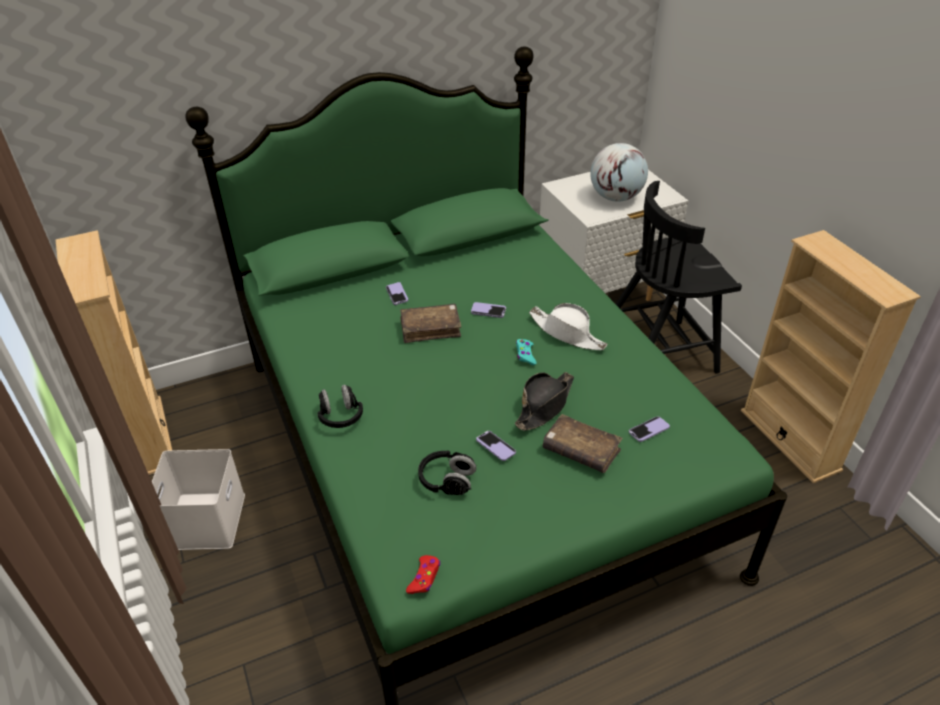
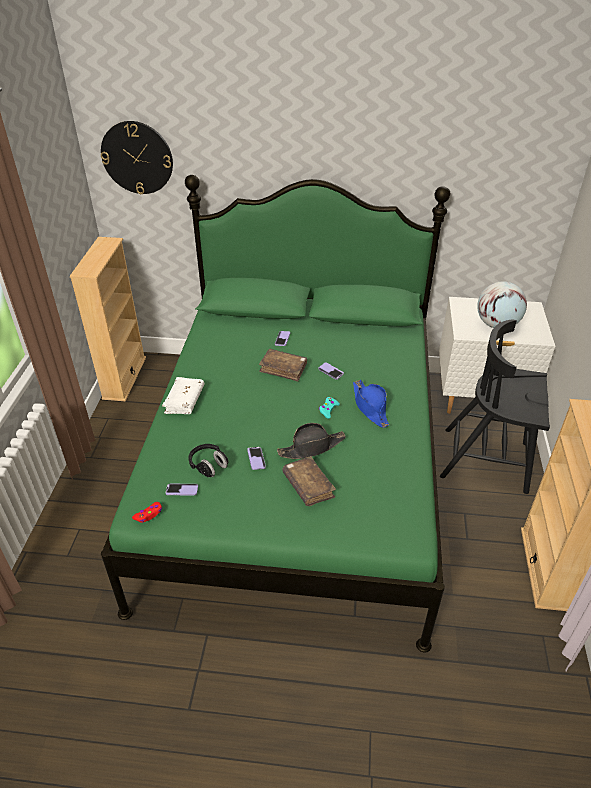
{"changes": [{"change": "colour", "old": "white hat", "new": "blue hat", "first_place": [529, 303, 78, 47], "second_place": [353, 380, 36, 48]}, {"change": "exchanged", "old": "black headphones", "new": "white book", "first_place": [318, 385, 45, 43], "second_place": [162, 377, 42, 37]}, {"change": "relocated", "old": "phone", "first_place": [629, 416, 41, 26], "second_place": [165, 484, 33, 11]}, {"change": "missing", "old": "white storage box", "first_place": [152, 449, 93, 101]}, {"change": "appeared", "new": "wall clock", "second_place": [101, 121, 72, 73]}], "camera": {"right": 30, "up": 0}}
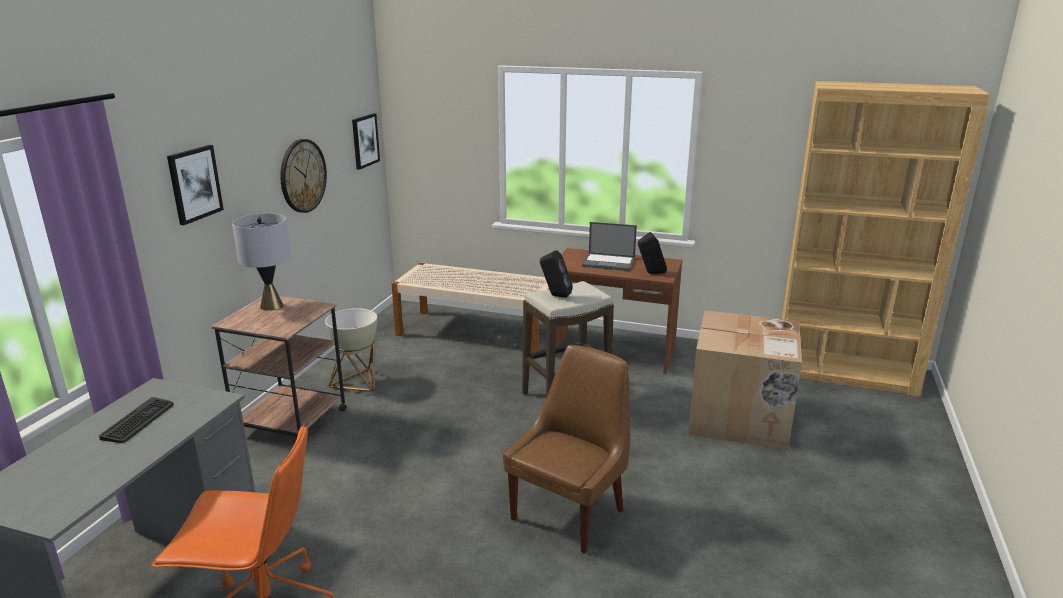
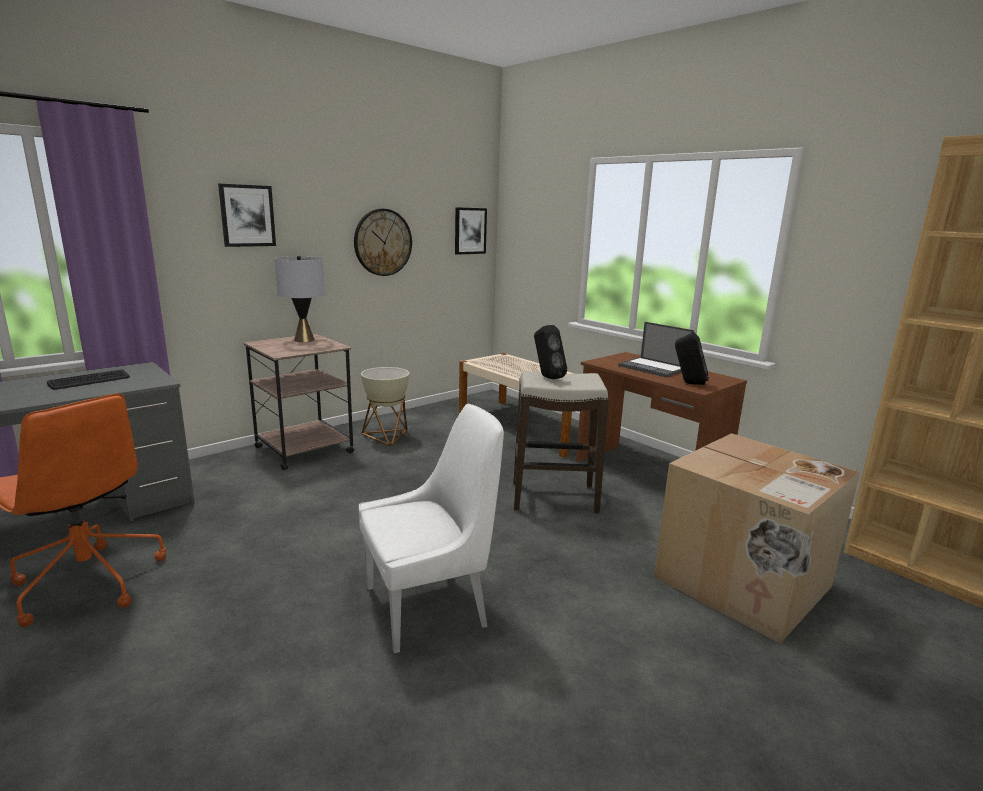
{"changes": [{"change": "colour", "old": "brown chair", "new": "white chair", "first_place": [503, 345, 127, 209], "second_place": [359, 404, 145, 249]}], "camera": {"right": 30, "up": -5}}
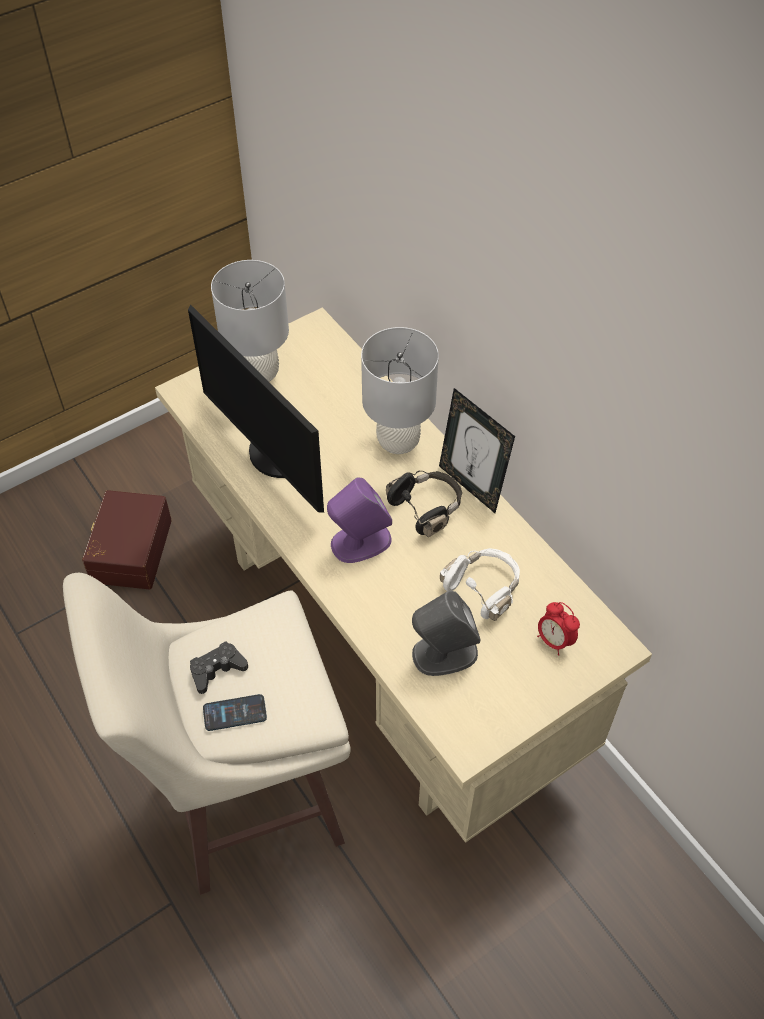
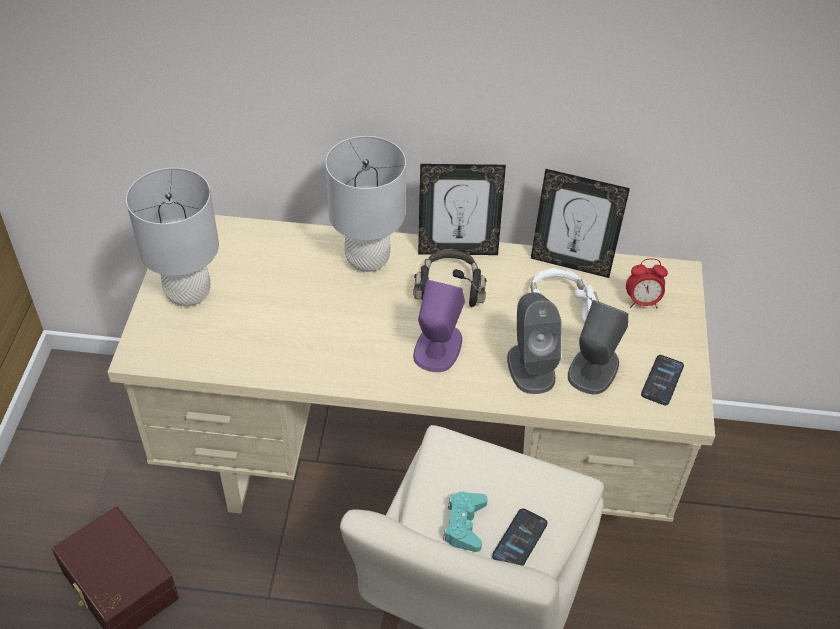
{"changes": [{"change": "missing", "old": "monitor", "first_place": [188, 304, 136, 209]}, {"change": "colour", "old": "black game controller", "new": "turquoise game controller", "first_place": [190, 641, 58, 53], "second_place": [443, 492, 45, 60]}, {"change": "appeared", "new": "picture frame", "second_place": [531, 169, 99, 109]}, {"change": "appeared", "new": "grey speaker", "second_place": [507, 292, 54, 102]}, {"change": "appeared", "new": "phone", "second_place": [641, 355, 43, 50]}], "camera": {"right": -50, "up": -5}}
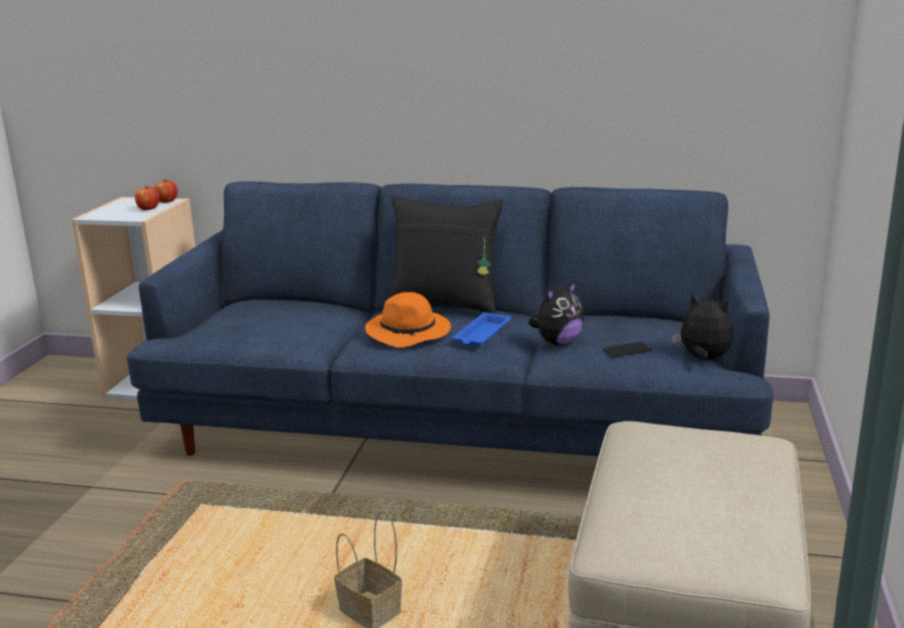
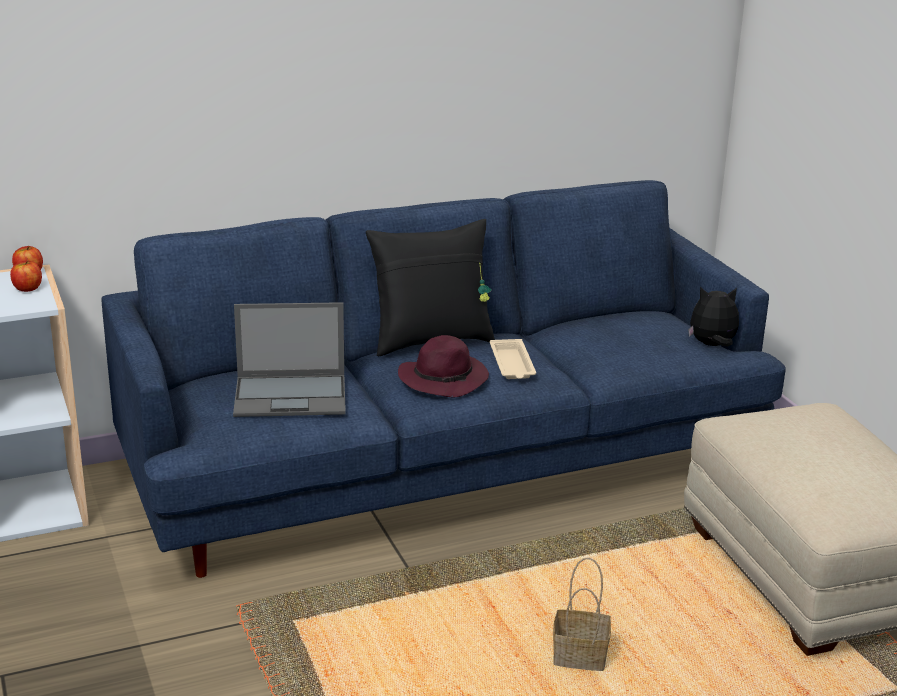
{"changes": [{"change": "missing", "old": "plush toy", "first_place": [528, 281, 56, 65]}, {"change": "colour", "old": "orange hat", "new": "purple hat", "first_place": [365, 292, 86, 56], "second_place": [398, 335, 91, 63]}, {"change": "colour", "old": "blue tray", "new": "beige tray", "first_place": [453, 312, 58, 35], "second_place": [490, 339, 46, 40]}, {"change": "missing", "old": "phone", "first_place": [604, 342, 48, 15]}, {"change": "appeared", "new": "laptop", "second_place": [233, 302, 113, 115]}], "camera": {"right": -35, "up": 5}}
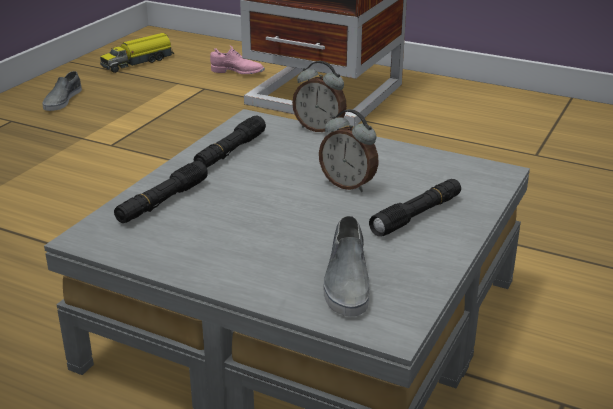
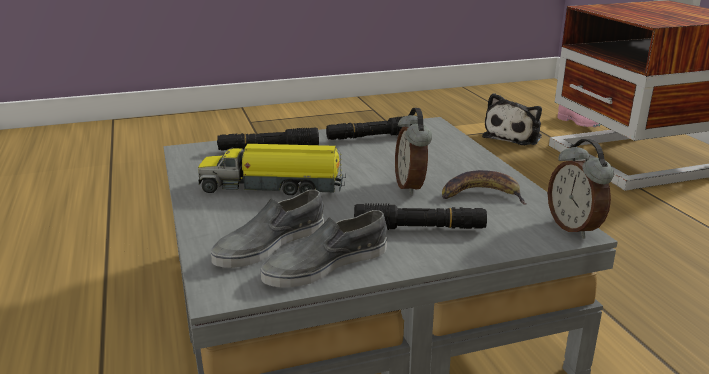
{"changes": [{"change": "relocated", "old": "toy truck", "first_place": [100, 33, 74, 40], "second_place": [198, 144, 146, 51]}, {"change": "relocated", "old": "alarm clock", "first_place": [292, 61, 55, 71], "second_place": [548, 139, 66, 100]}, {"change": "relocated", "old": "grey shoe", "first_place": [42, 71, 40, 40], "second_place": [261, 210, 126, 78]}, {"change": "appeared", "new": "plush toy", "second_place": [482, 93, 60, 52]}, {"change": "appeared", "new": "banana", "second_place": [442, 170, 84, 35]}], "camera": {"right": 45, "up": -5}}
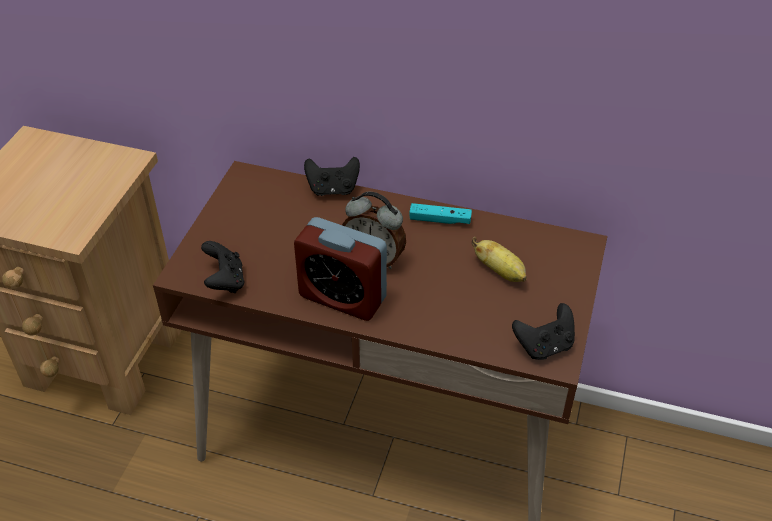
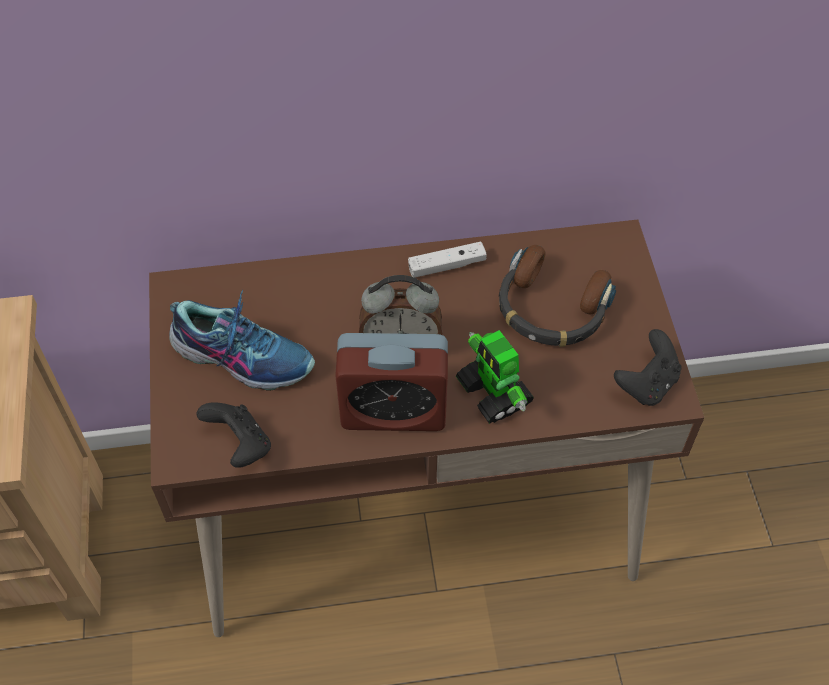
{"changes": [{"change": "missing", "old": "black game controller", "first_place": [304, 157, 56, 39]}, {"change": "colour", "old": "turquoise game controller", "new": "white game controller", "first_place": [409, 203, 63, 21], "second_place": [408, 241, 79, 37]}, {"change": "exchanged", "old": "banana", "new": "headphones", "first_place": [471, 237, 55, 45], "second_place": [499, 245, 117, 102]}, {"change": "appeared", "new": "shoe", "second_place": [169, 290, 146, 101]}, {"change": "appeared", "new": "toy robot", "second_place": [456, 330, 78, 94]}], "camera": {"right": -25, "up": 10}}
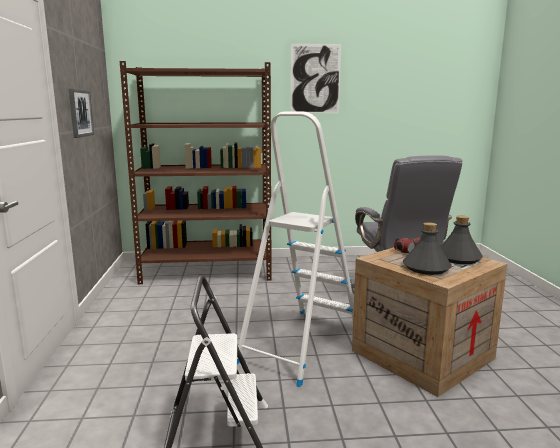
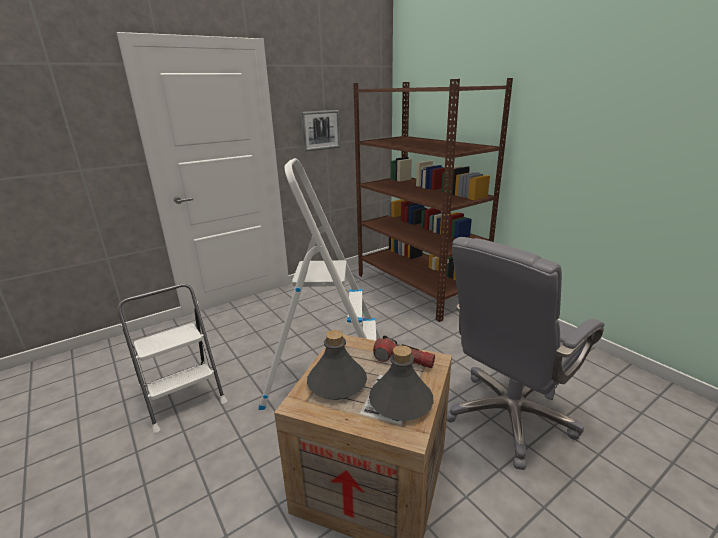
{"changes": [{"change": "missing", "old": "picture", "first_place": [291, 44, 50, 69]}], "camera": {"right": 60, "up": 10}}
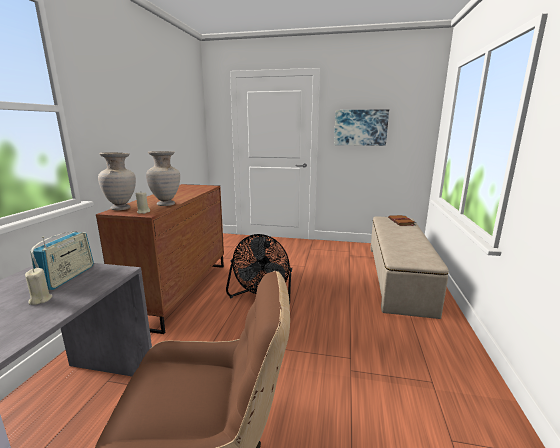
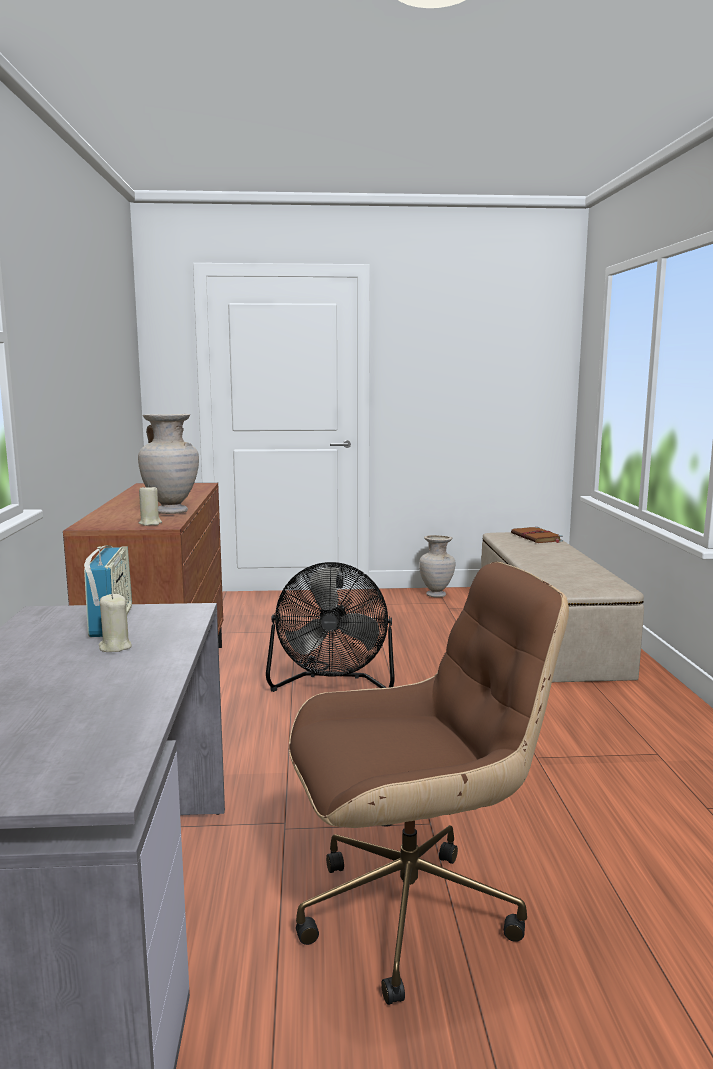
{"changes": [{"change": "missing", "old": "picture", "first_place": [334, 109, 55, 37]}, {"change": "relocated", "old": "beige vase", "first_place": [98, 152, 38, 58], "second_place": [419, 535, 36, 62]}], "camera": {"right": -15, "up": -5}}
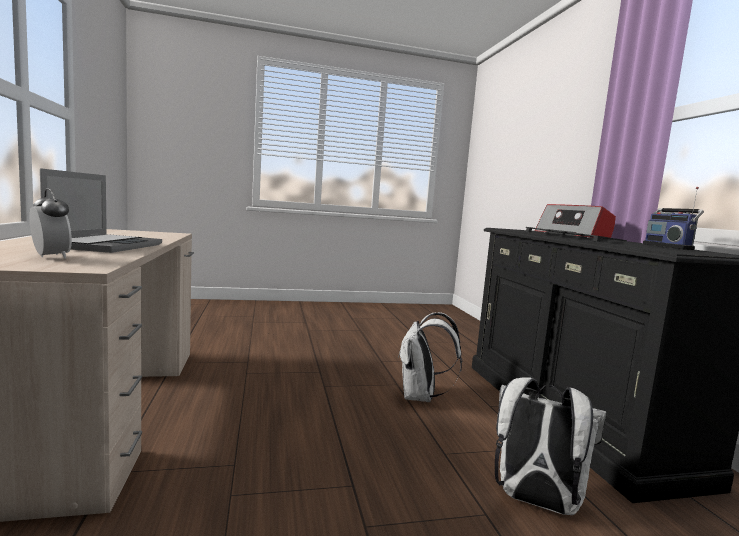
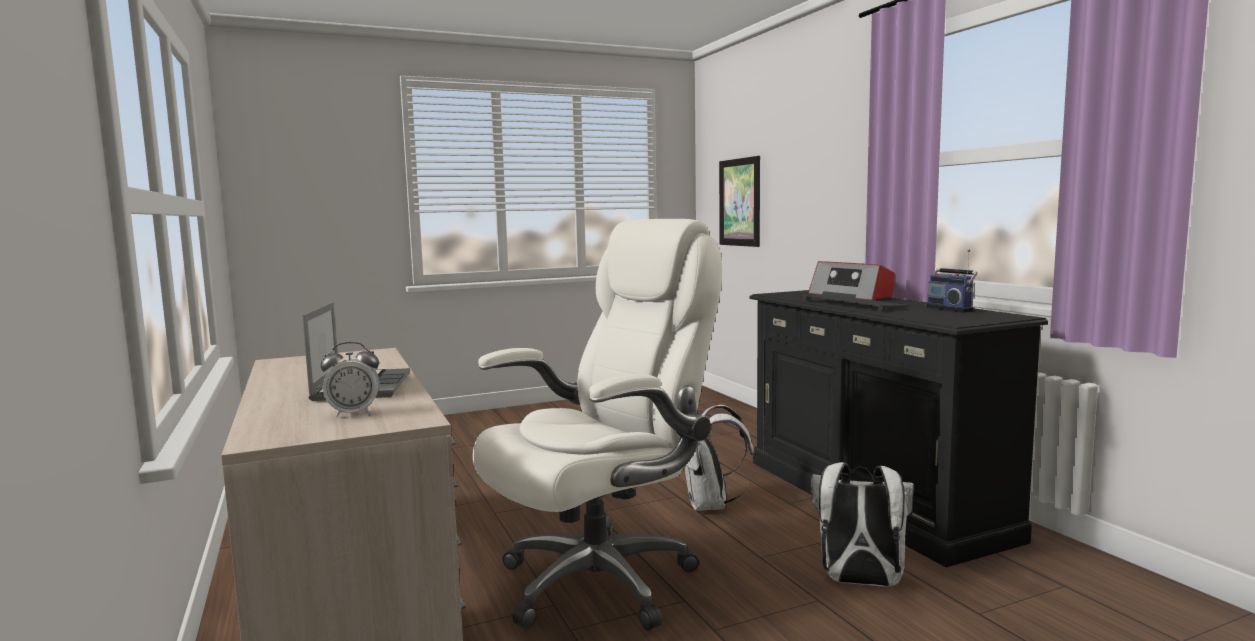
{"changes": [{"change": "spun", "old": "alarm clock", "first_place": [29, 188, 43, 71], "second_place": [321, 342, 59, 75], "degrees": 135}, {"change": "appeared", "new": "picture", "second_place": [719, 156, 41, 91]}, {"change": "appeared", "new": "white office chair", "second_place": [473, 219, 249, 412]}], "camera": {"right": -10, "up": 0}}
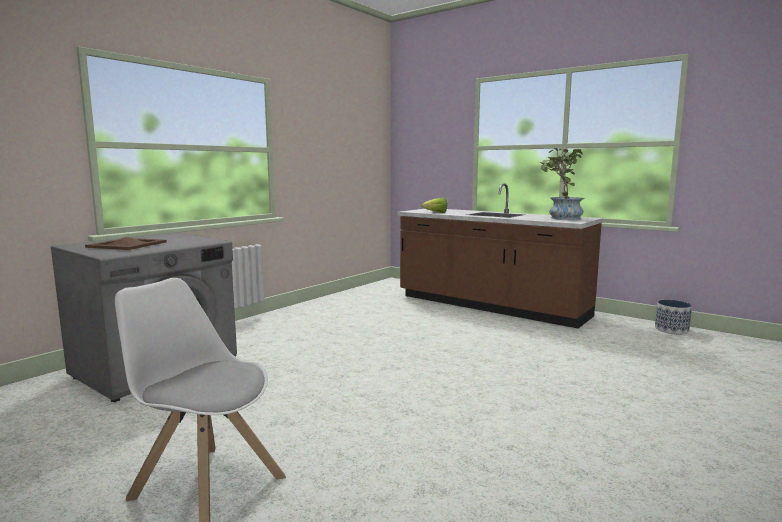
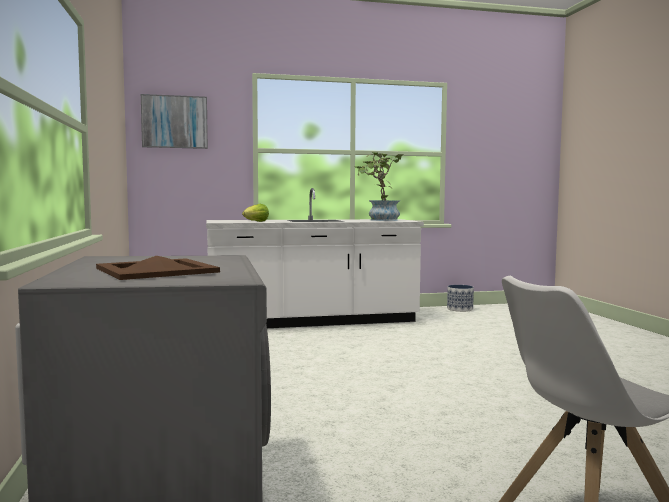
{"changes": [{"change": "colour", "old": "brown counter", "new": "white counter", "first_place": [397, 183, 206, 145], "second_place": [206, 188, 218, 140]}, {"change": "appeared", "new": "picture", "second_place": [141, 94, 67, 55]}], "camera": {"right": -50, "up": -5}}
